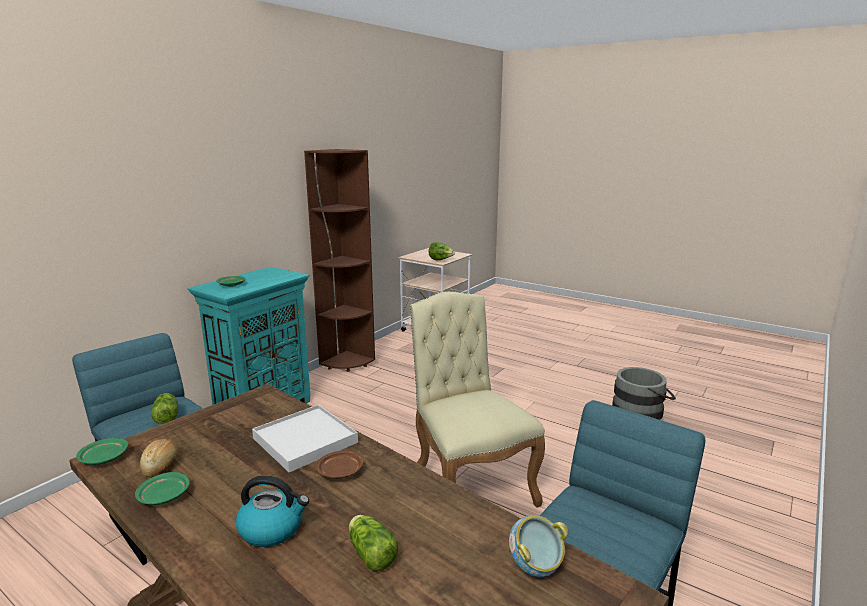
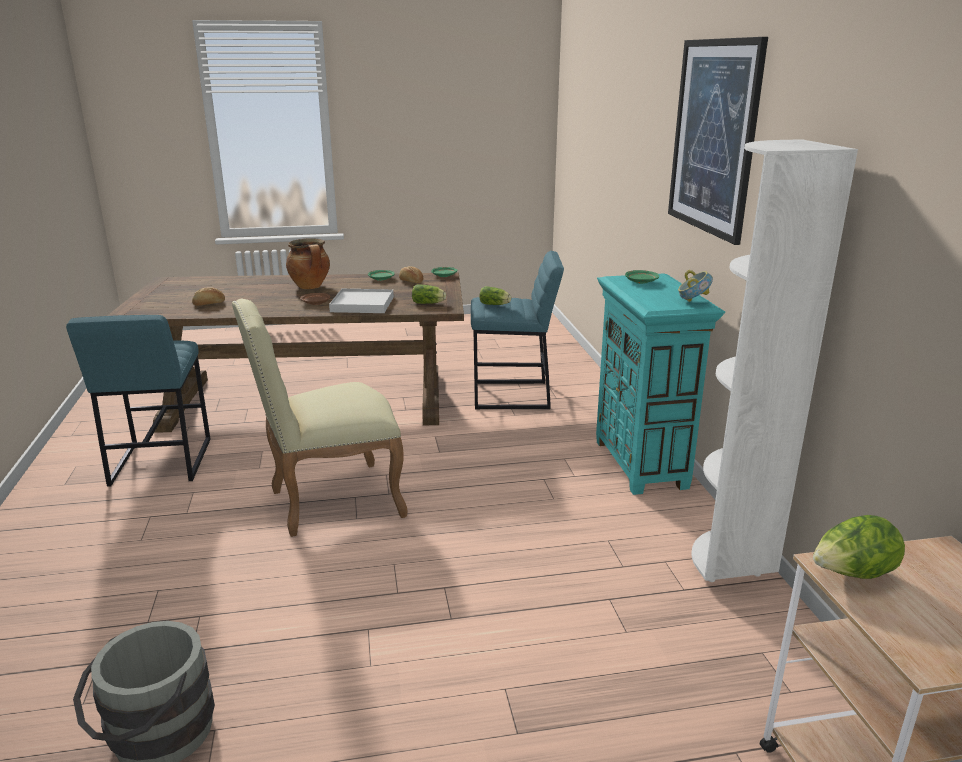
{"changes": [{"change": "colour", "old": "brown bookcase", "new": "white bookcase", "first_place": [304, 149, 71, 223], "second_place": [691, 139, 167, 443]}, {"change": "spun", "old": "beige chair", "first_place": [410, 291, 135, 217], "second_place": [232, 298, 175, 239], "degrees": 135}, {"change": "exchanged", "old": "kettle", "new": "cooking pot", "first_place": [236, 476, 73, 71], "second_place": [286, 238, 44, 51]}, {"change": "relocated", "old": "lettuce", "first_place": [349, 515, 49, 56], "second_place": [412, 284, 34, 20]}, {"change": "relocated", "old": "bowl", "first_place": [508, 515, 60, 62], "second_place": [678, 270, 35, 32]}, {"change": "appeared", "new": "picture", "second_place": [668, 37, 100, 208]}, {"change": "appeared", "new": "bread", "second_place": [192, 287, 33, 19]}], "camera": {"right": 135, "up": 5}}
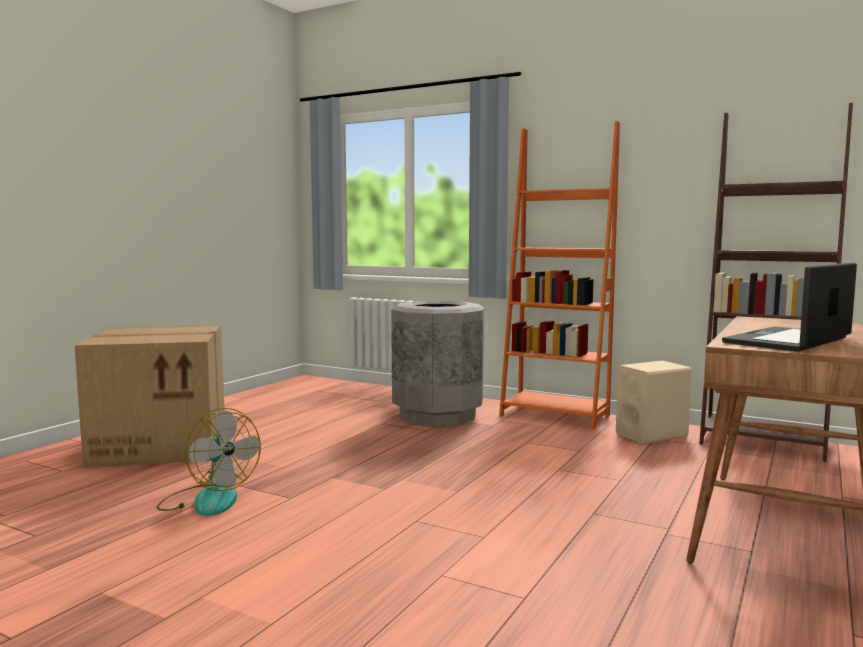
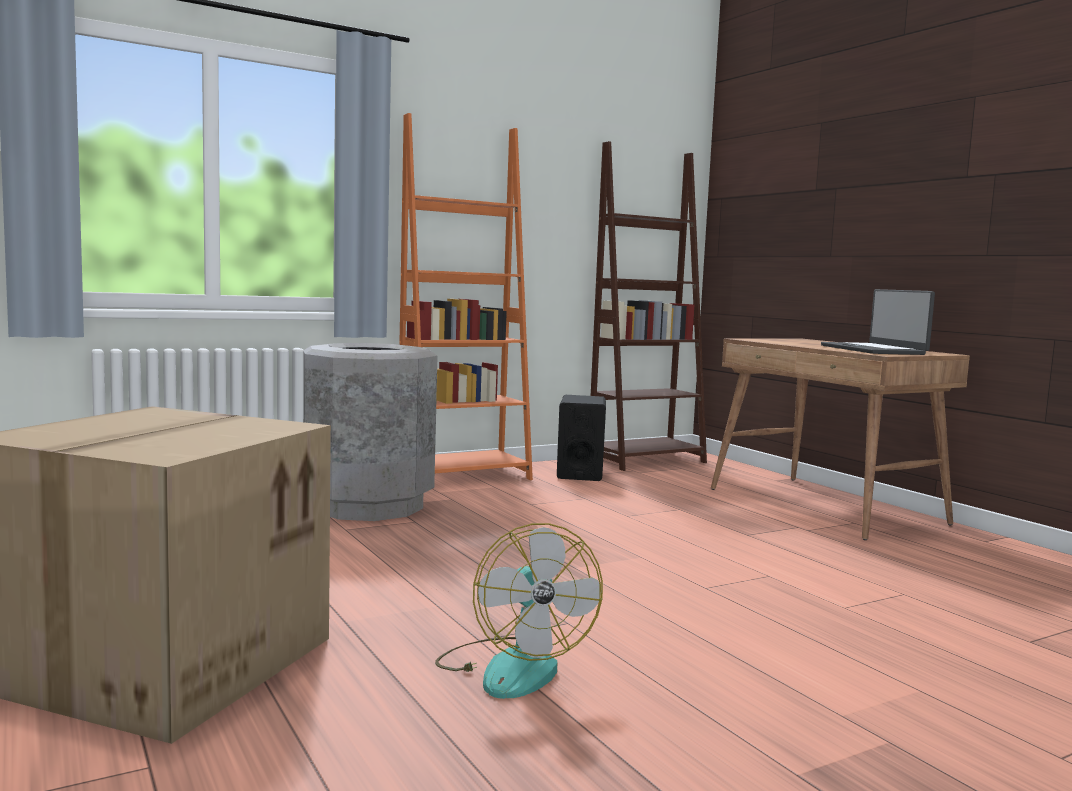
{"changes": [{"change": "colour", "old": "beige speaker", "new": "black speaker", "first_place": [616, 361, 76, 83], "second_place": [557, 395, 49, 86]}, {"change": "spun", "old": "fan", "first_place": [157, 408, 104, 108], "second_place": [435, 523, 168, 176], "degrees": 90}], "camera": {"right": -60, "up": 0}}
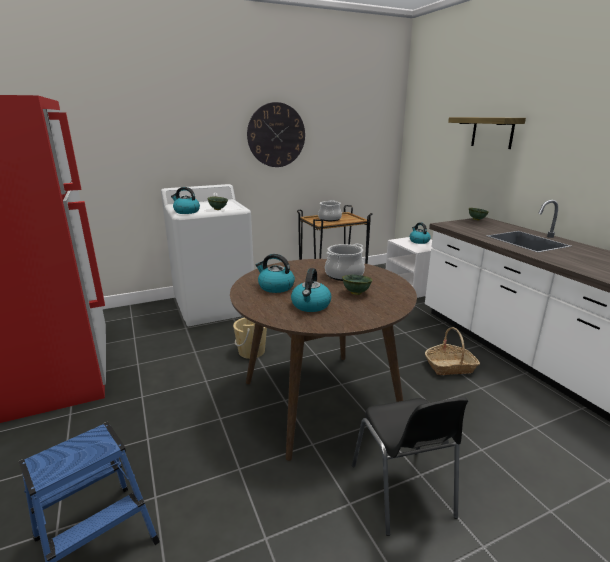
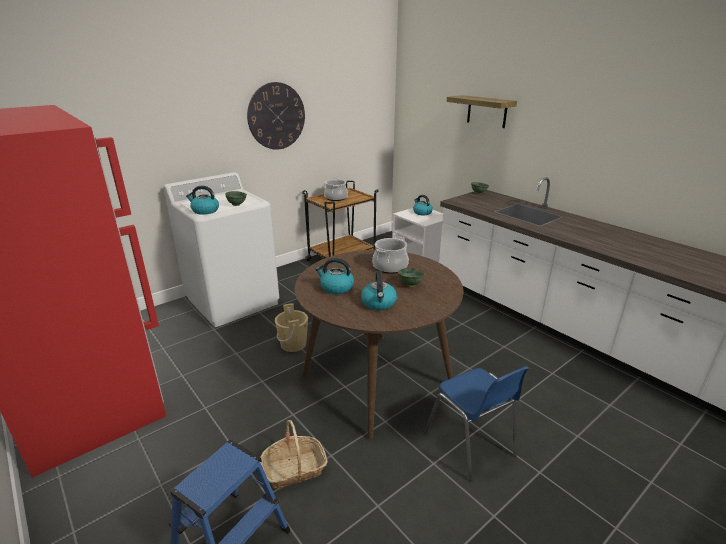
{"changes": [{"change": "relocated", "old": "basket", "first_place": [425, 327, 55, 48], "second_place": [260, 420, 68, 69]}, {"change": "colour", "old": "black chair", "new": "blue chair", "first_place": [352, 397, 116, 139], "second_place": [424, 366, 105, 115]}], "camera": {"right": -15, "up": 5}}
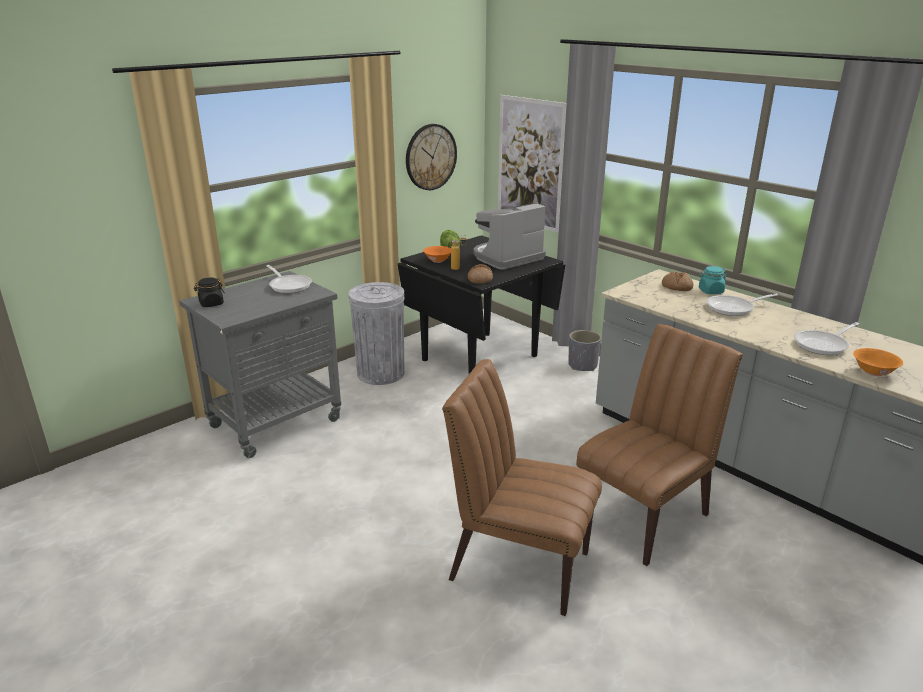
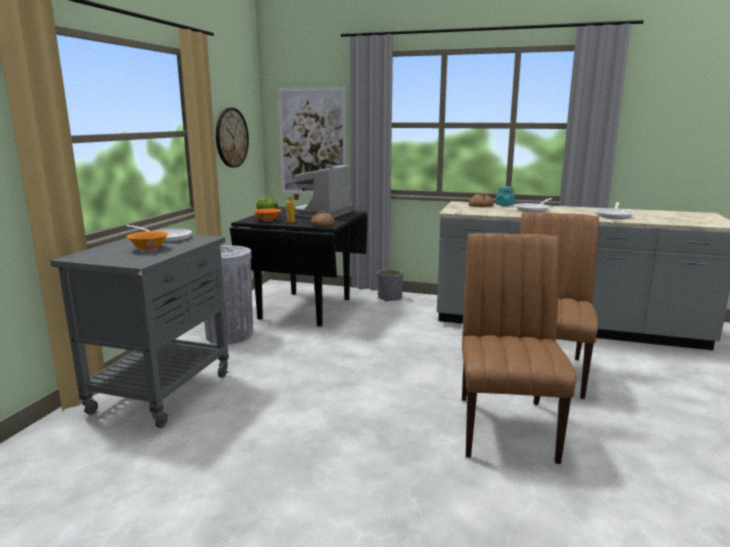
{"changes": [{"change": "missing", "old": "black jar", "first_place": [194, 278, 30, 29]}, {"change": "relocated", "old": "orange bowl", "first_place": [853, 348, 50, 28], "second_place": [127, 231, 42, 20]}, {"change": "spun", "old": "brown chair", "first_place": [442, 359, 160, 257], "second_place": [462, 233, 114, 231], "degrees": 105}], "camera": {"right": -30, "up": -10}}
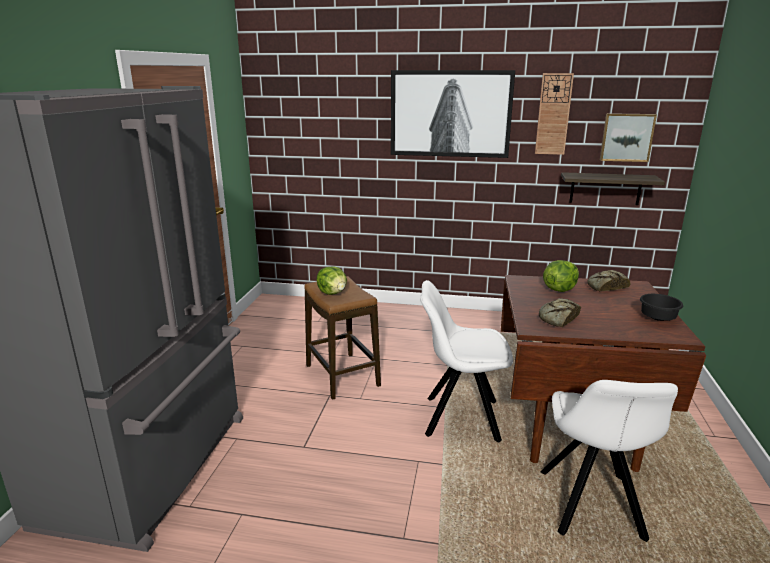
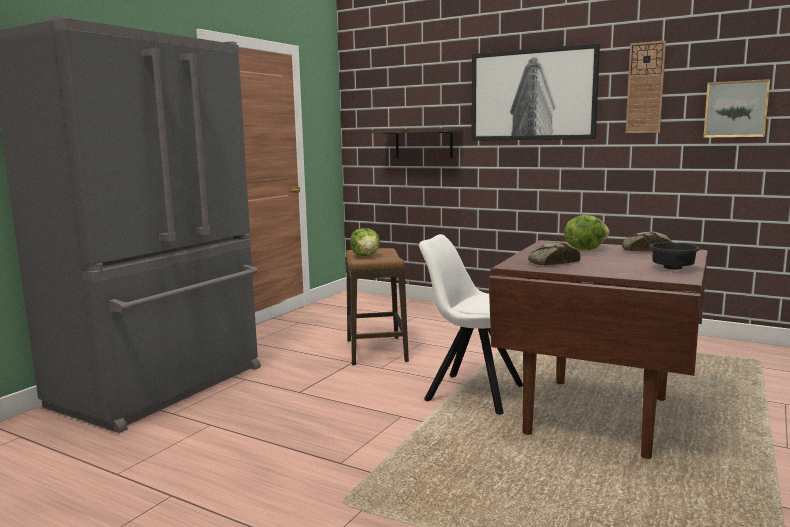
{"changes": [{"change": "relocated", "old": "shelf", "first_place": [561, 172, 104, 33], "second_place": [371, 128, 92, 30]}, {"change": "missing", "old": "white chair", "first_place": [540, 380, 138, 162]}], "camera": {"right": 20, "up": -10}}
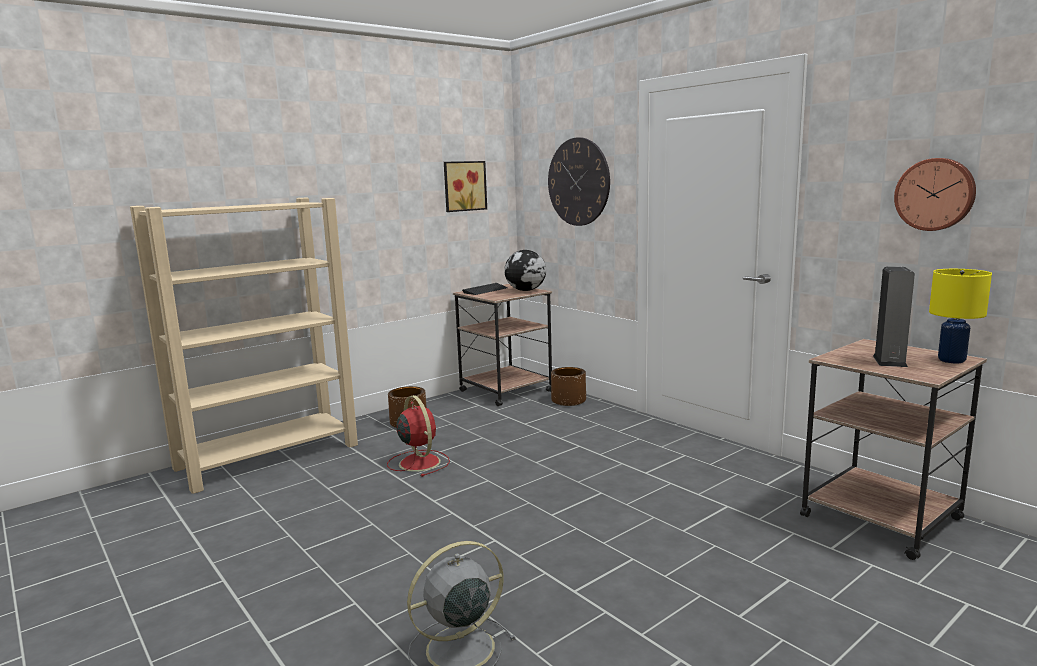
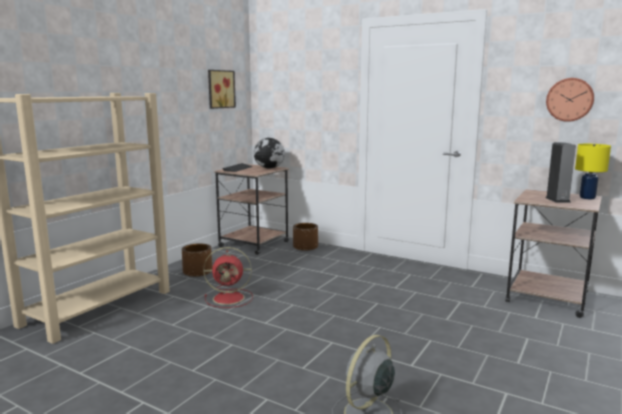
{"changes": [{"change": "missing", "old": "wall clock", "first_place": [548, 137, 62, 89]}, {"change": "spun", "old": "red fan", "first_place": [387, 395, 63, 82], "second_place": [203, 247, 50, 61], "degrees": 135}], "camera": {"right": -20, "up": 0}}
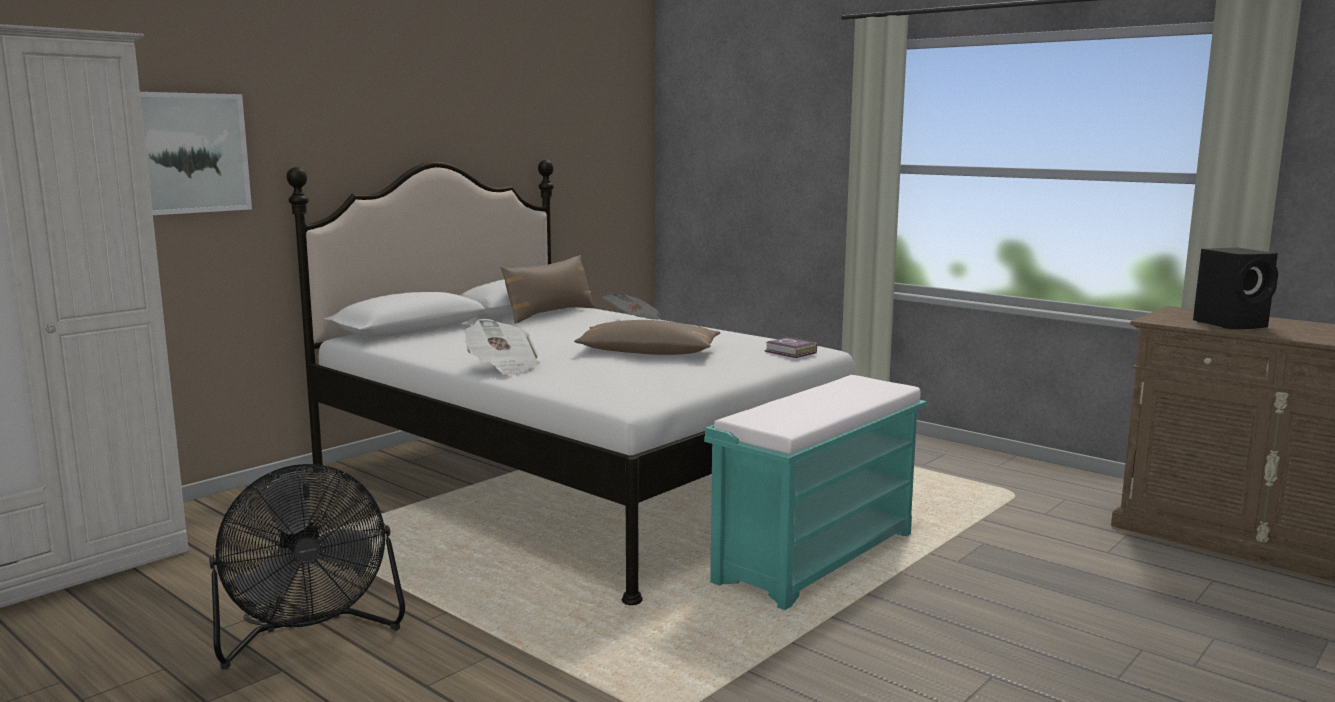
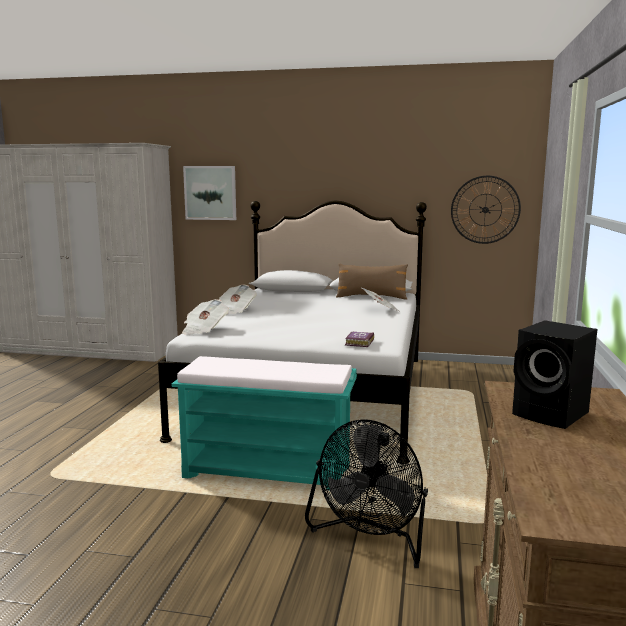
{"changes": [{"change": "missing", "old": "brown pillow", "first_place": [574, 320, 146, 35]}, {"change": "relocated", "old": "black fan", "first_place": [209, 464, 196, 205], "second_place": [305, 419, 123, 149]}, {"change": "appeared", "new": "wall clock", "second_place": [451, 175, 70, 69]}, {"change": "appeared", "new": "newspaper", "second_place": [182, 299, 47, 36]}], "camera": {"right": 60, "up": 0}}
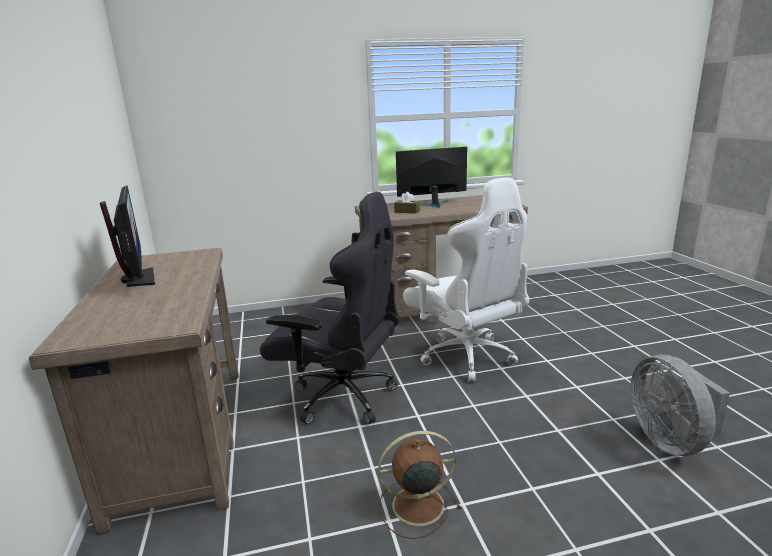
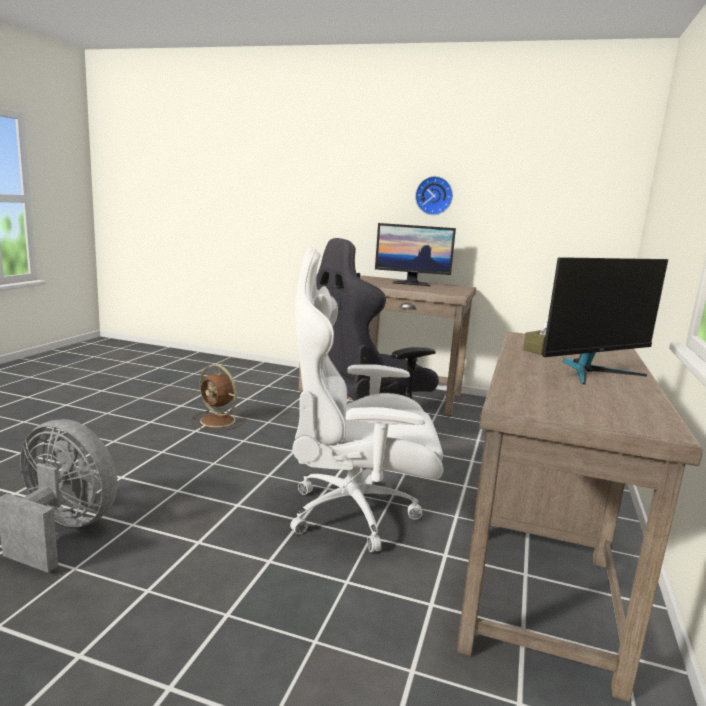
{"changes": [{"change": "spun", "old": "monitor", "first_place": [396, 147, 71, 61], "second_place": [542, 257, 126, 128], "degrees": 45}, {"change": "spun", "old": "brown fan", "first_place": [378, 431, 83, 108], "second_place": [192, 364, 54, 67], "degrees": 105}, {"change": "appeared", "new": "wall clock", "second_place": [415, 176, 38, 39]}], "camera": {"right": 120, "up": -5}}
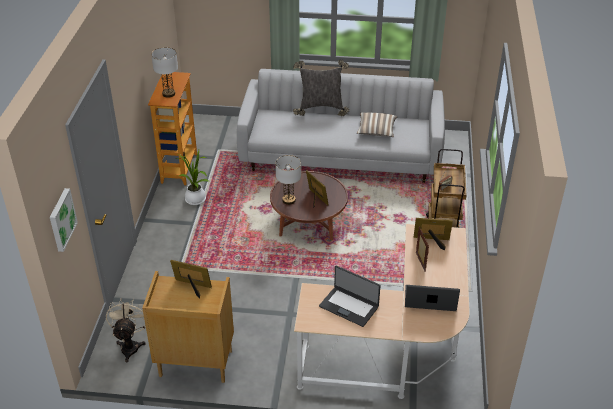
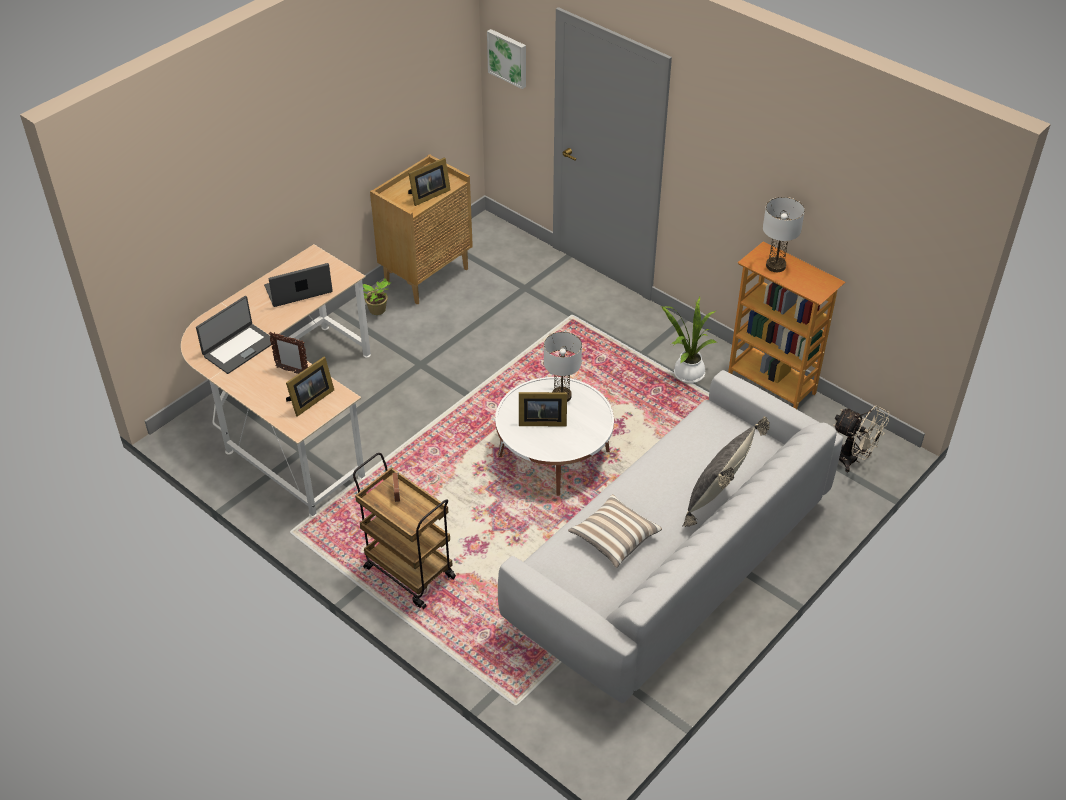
{"changes": [{"change": "colour", "old": "brown coffee table", "new": "white coffee table", "first_place": [270, 171, 78, 70], "second_place": [495, 377, 119, 119]}, {"change": "relocated", "old": "beige fan", "first_place": [106, 298, 40, 65], "second_place": [833, 405, 56, 67]}, {"change": "appeared", "new": "potted plant", "second_place": [363, 278, 28, 37]}], "camera": {"right": 125, "up": 5}}
